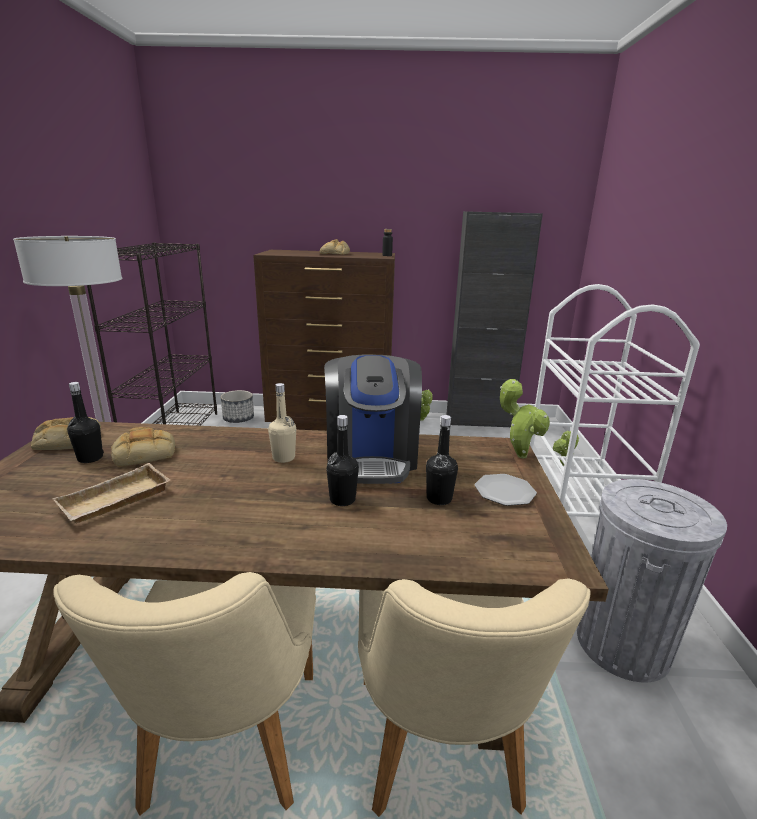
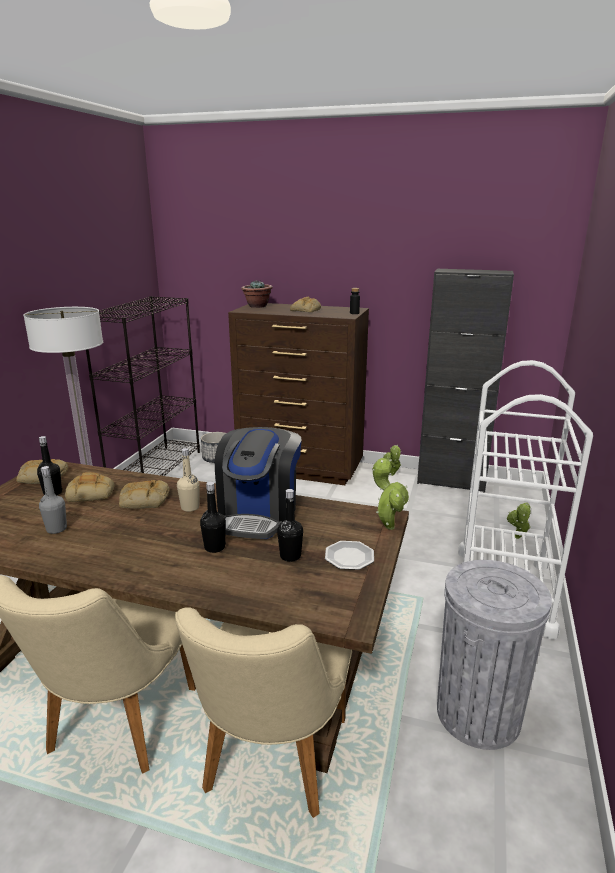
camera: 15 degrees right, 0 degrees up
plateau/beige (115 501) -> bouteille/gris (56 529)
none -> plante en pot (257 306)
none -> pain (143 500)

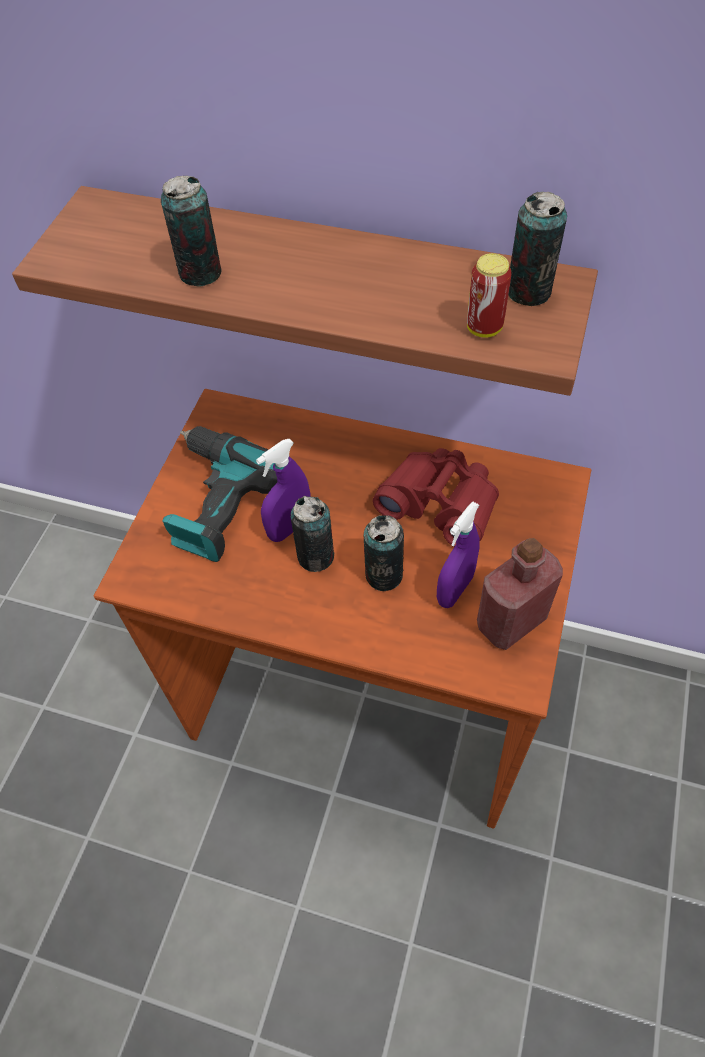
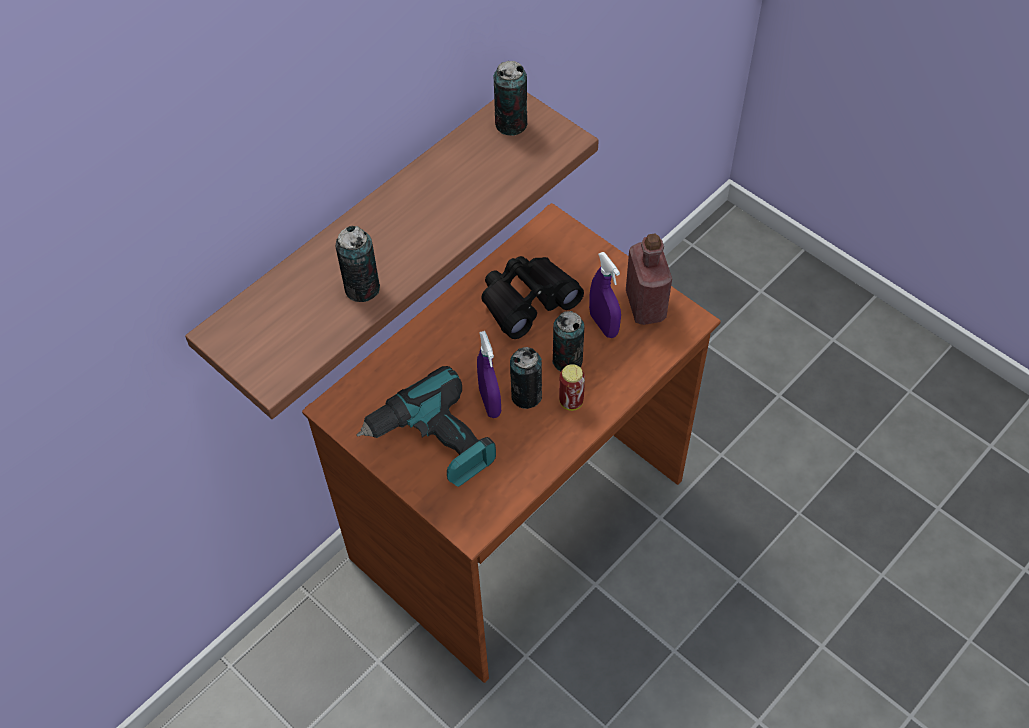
camera: 65 degrees left, 0 degrees up
boîte métallique (484 328) -> boîte métallique (571 402), shifted
jumelles/rouge (440 504) -> jumelles/noir (527 301)

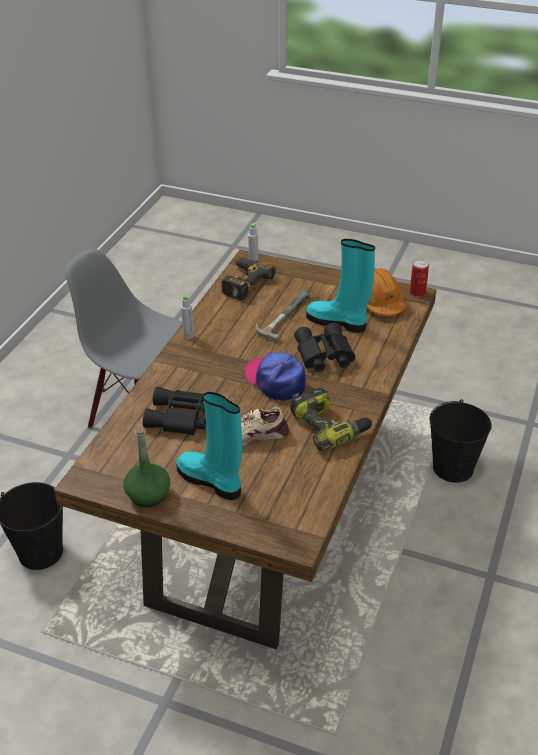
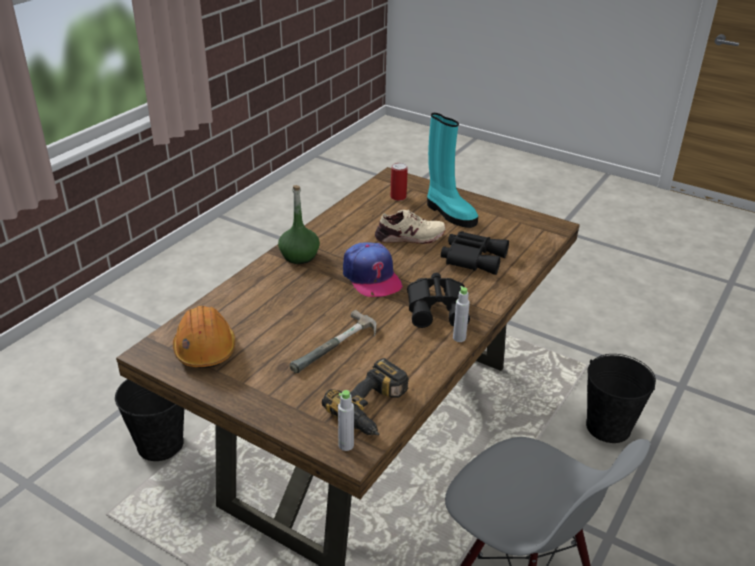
camera: 170 degrees left, 5 degrees down
botte/turquoise (338 322) -> none
boîte métallique (417 292) -> boîte métallique (398 197), shifted
jumelles/noir (323 355) -> jumelles/noir (438 308), shifted
perceuse (330 426) -> none
bouteille/vert (148 495) -> bouteille/vert (299 256), shifted

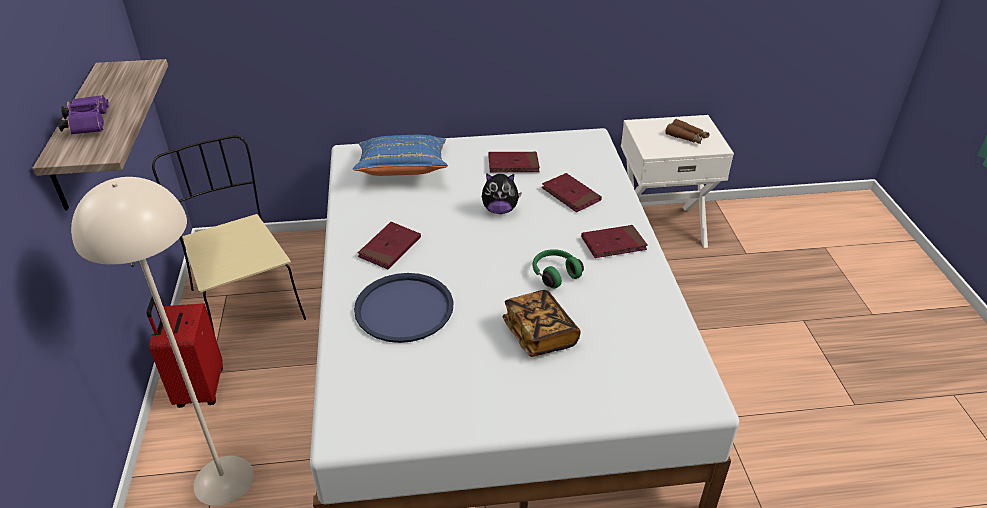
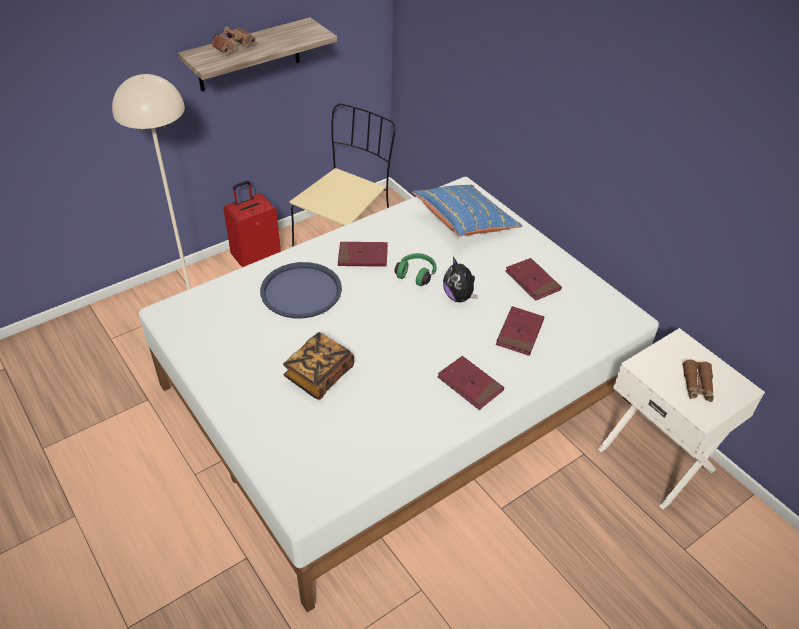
camera: 60 degrees right, 5 degrees up
jumelles/violet (89 124) -> jumelles/marron (234 47)
casque audio/vert (555 274) -> casque audio/vert (417 274), shifted

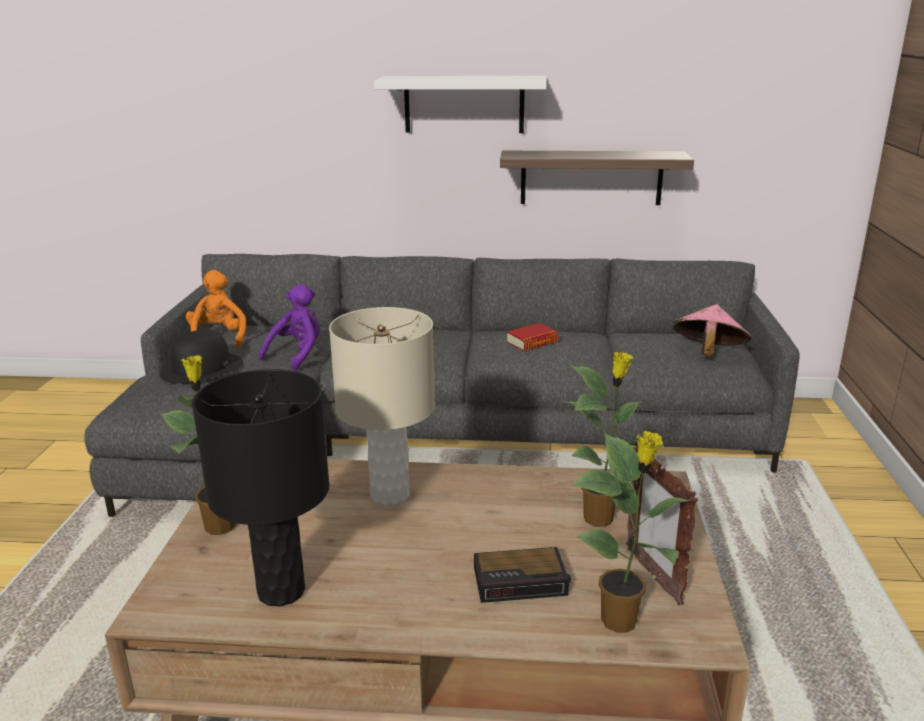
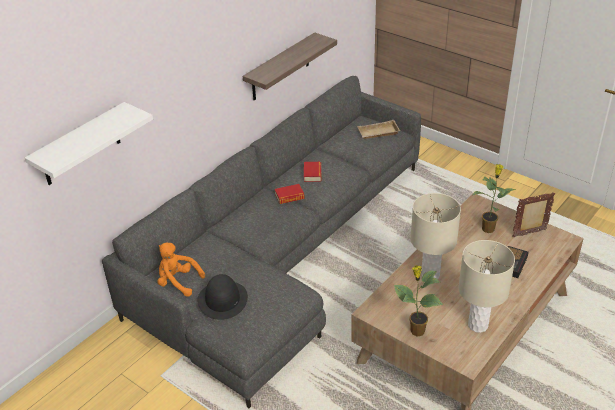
camera: 55 degrees left, 15 degrees up
étagère/blanc (464 104) -> étagère/blanc (80 145), shifted
peluche/violet (297 355) -> none
chapeau/rose (707 354) -> plateau/beige (378 133)
lampe de table/noir (281 590) -> lampe de table/beige (477 325)
plante en pot (621 621) -> none
cadre photo (653 575) -> cadre photo (529 233), 150 degrees clockwise
none -> livre (289 197)

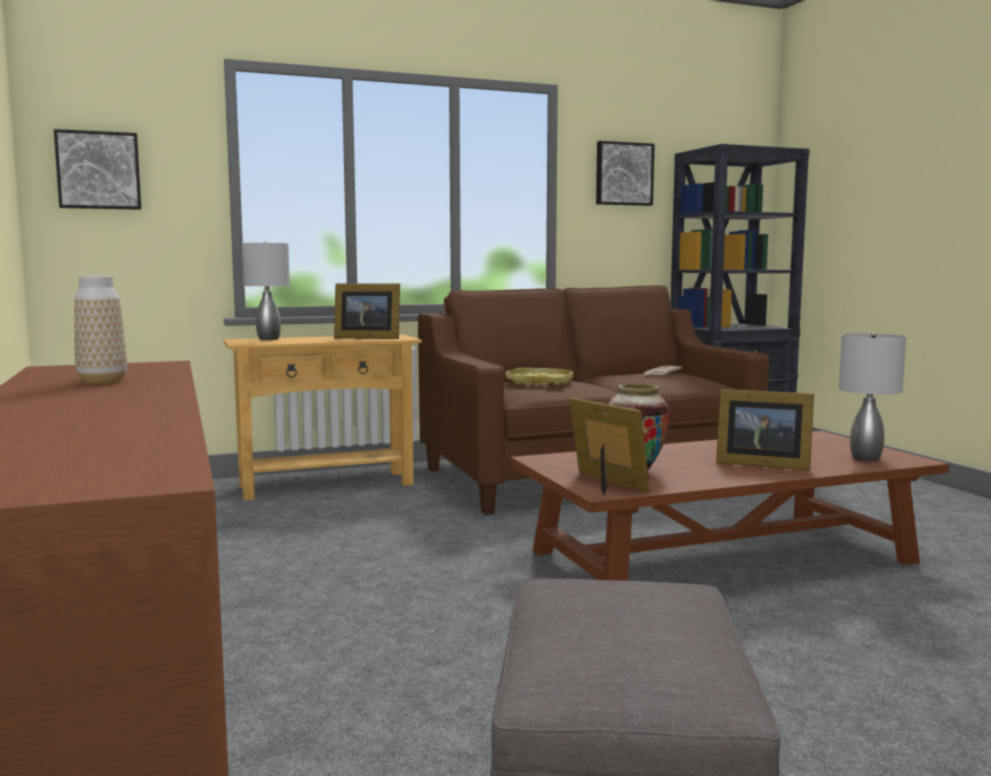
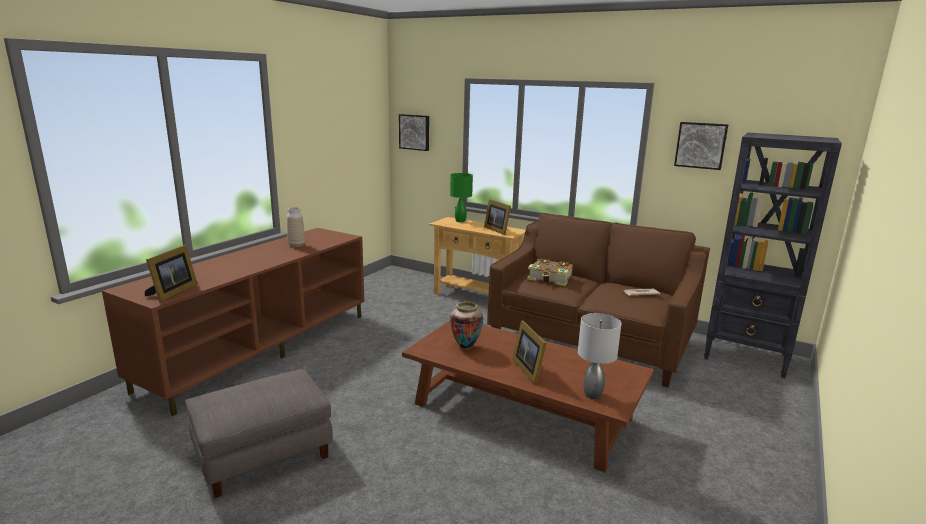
camera: 50 degrees right, 10 degrees up
lampe de table/gris (269 339) -> lampe de table/vert (460 221)
plateau/jaune (539 382) -> livre (550 279)
cadre photo (605 484) -> cadre photo (172 293), shifted

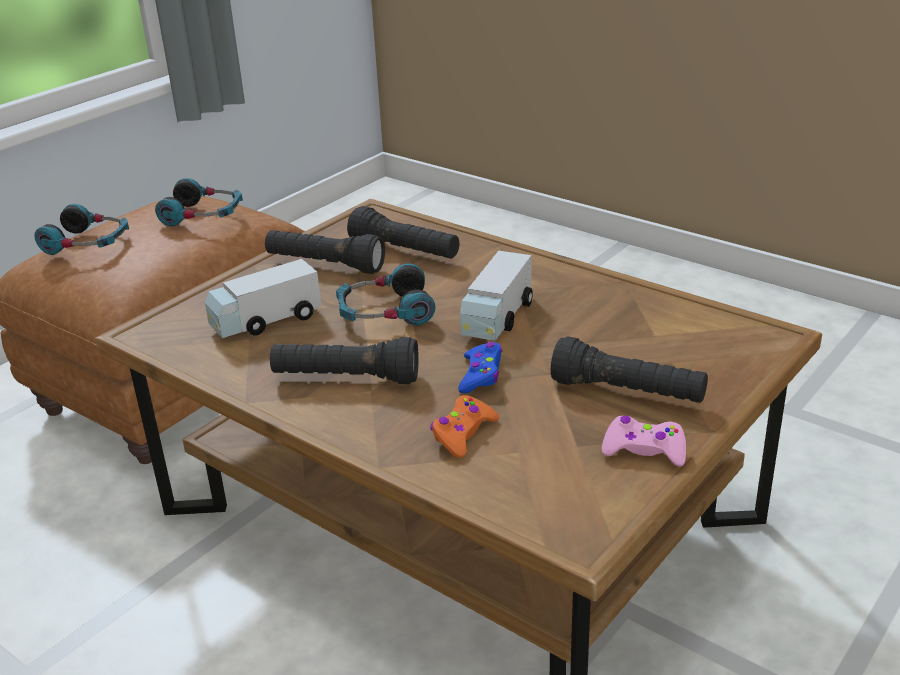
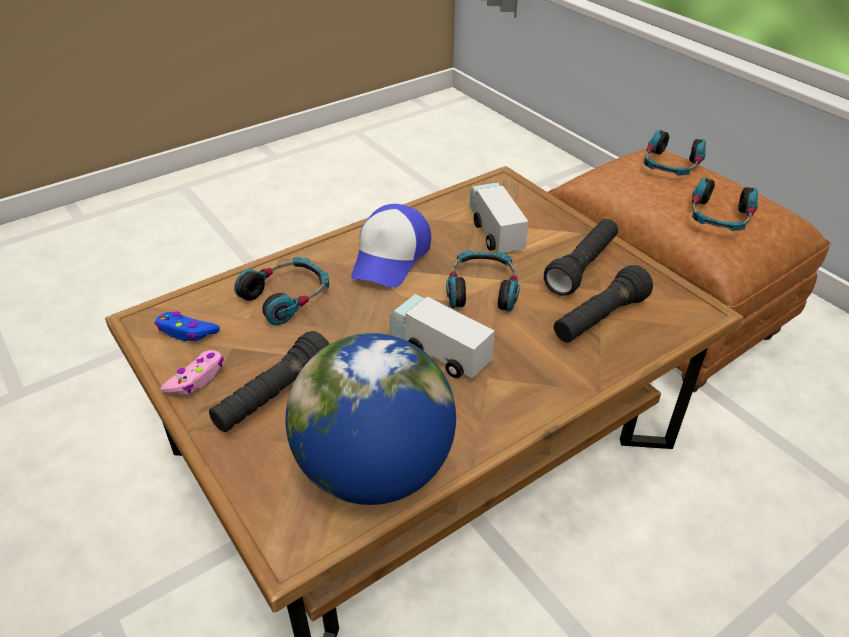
camera: 105 degrees right, 10 degrees up
lampe de poche/noir (346 379) -> casquette (391 257)
manette/bleu (481 375) -> manette/bleu (187 332), shifted
manette/orange (463 433) -> casque audio (287 297)
none -> globe (375 469)

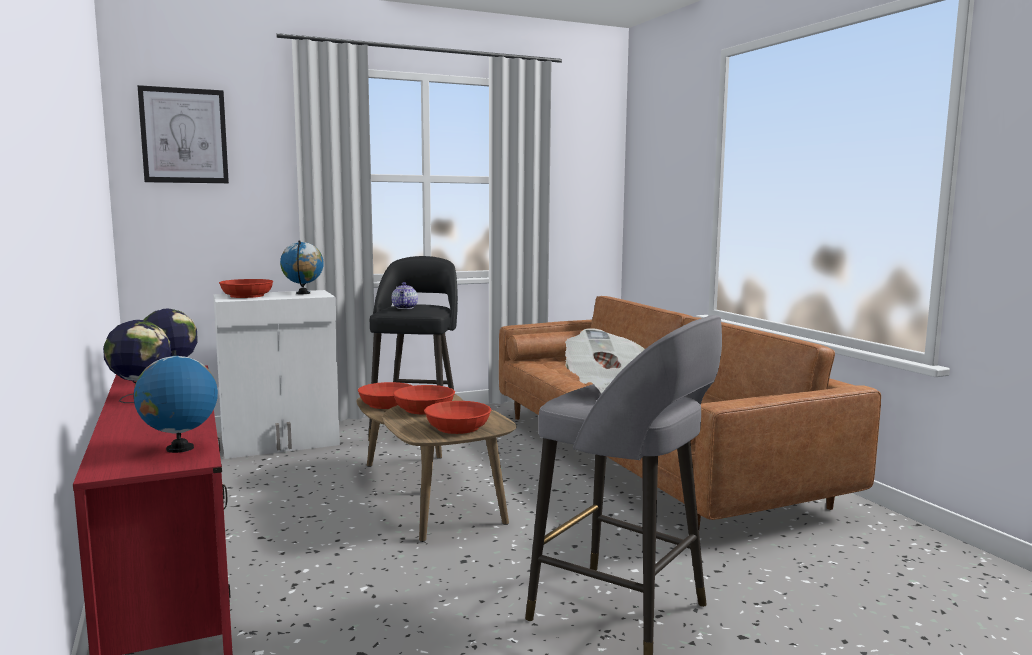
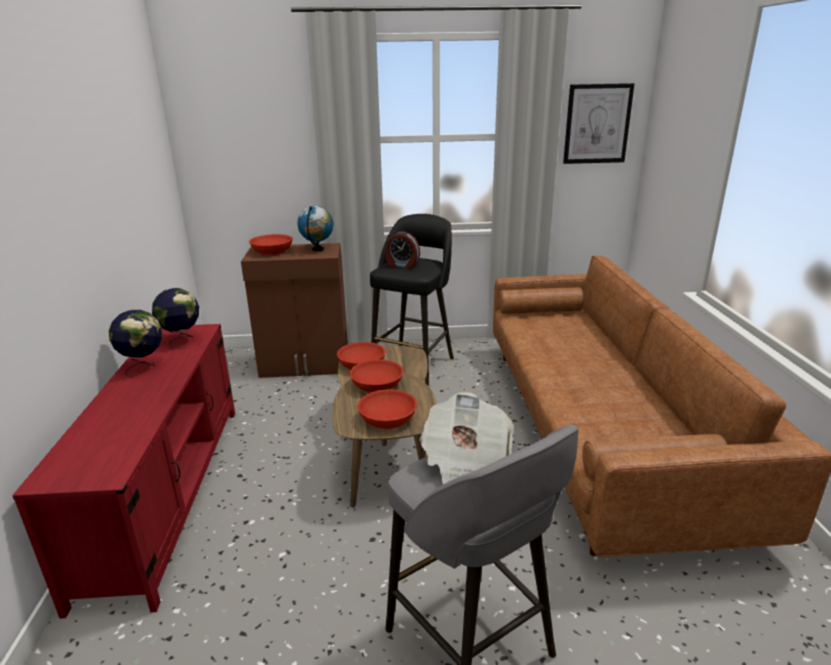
camera: 20 degrees right, 15 degrees up
tableau (184 136) -> tableau (597 124), shifted
théière (405 308) -> réveil (402 265)
meuble de rangement/blanc (281 443) -> meuble de rangement/marron (305 365)
globe (179 449) -> none

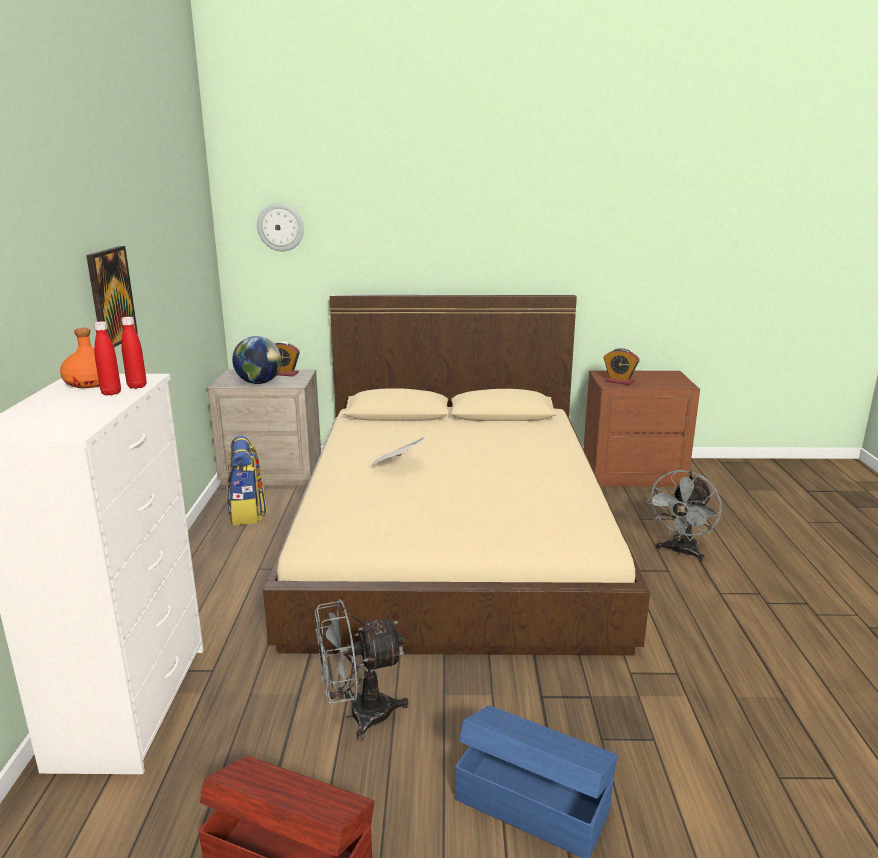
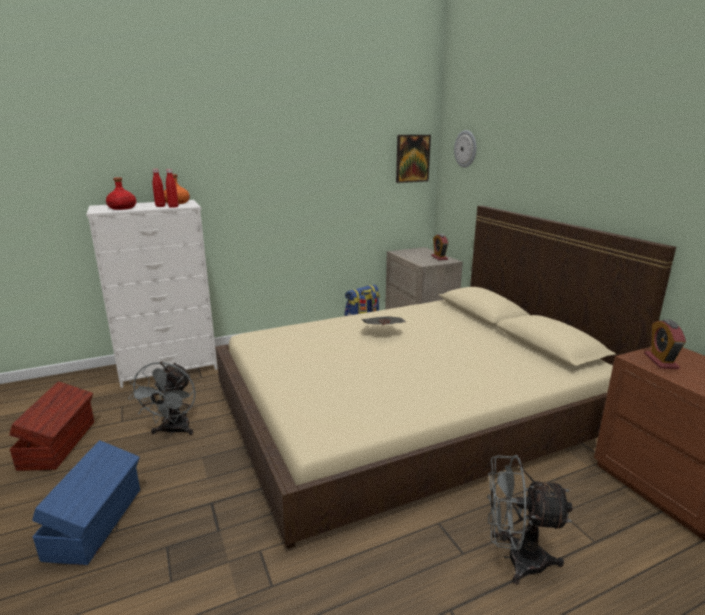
camera: 65 degrees right, 0 degrees up
tableau (110 297) -> tableau (412 158), shifted
globe (259 382) -> none
ventilateur/gris (359 715) -> ventilateur/gris (173 431), 135 degrees counterclockwise
none -> bouteille/rouge (122 208)

